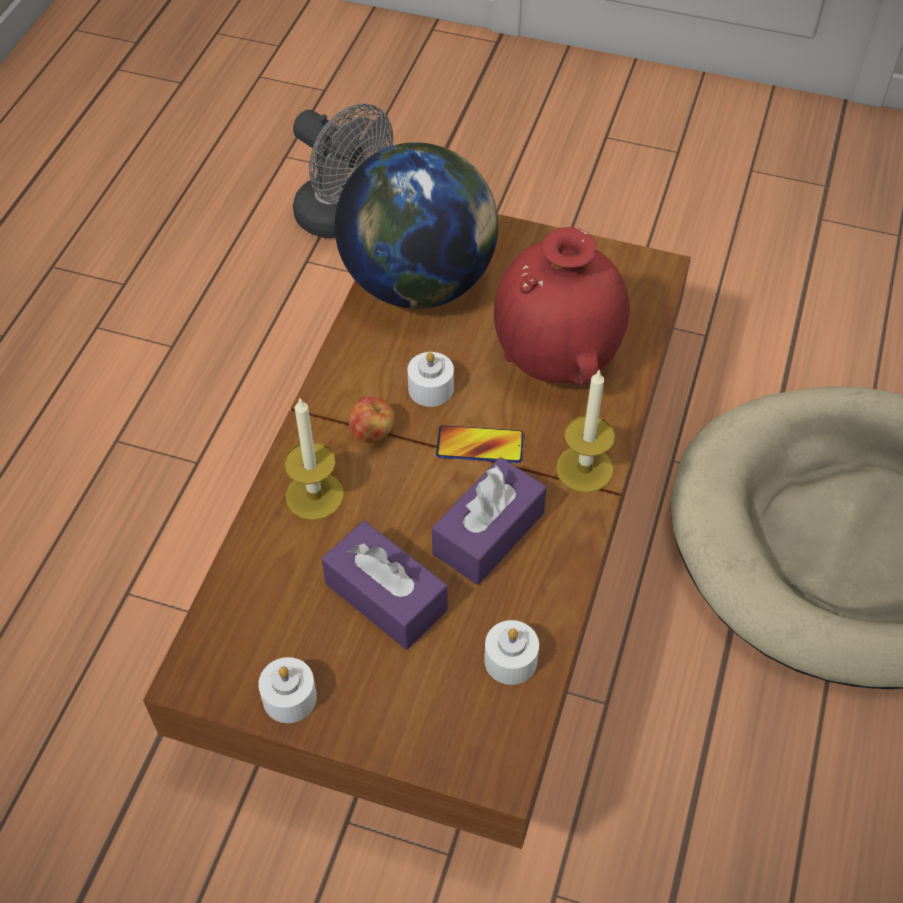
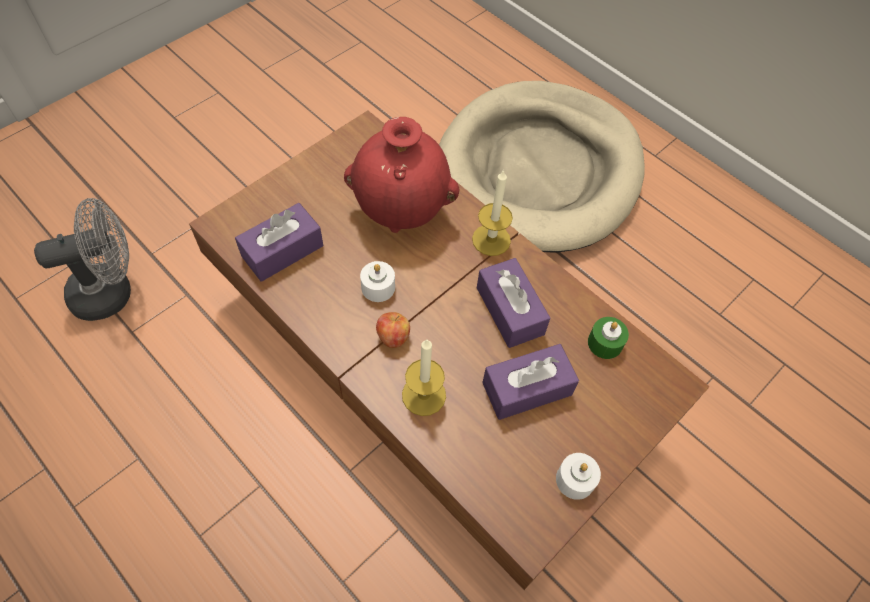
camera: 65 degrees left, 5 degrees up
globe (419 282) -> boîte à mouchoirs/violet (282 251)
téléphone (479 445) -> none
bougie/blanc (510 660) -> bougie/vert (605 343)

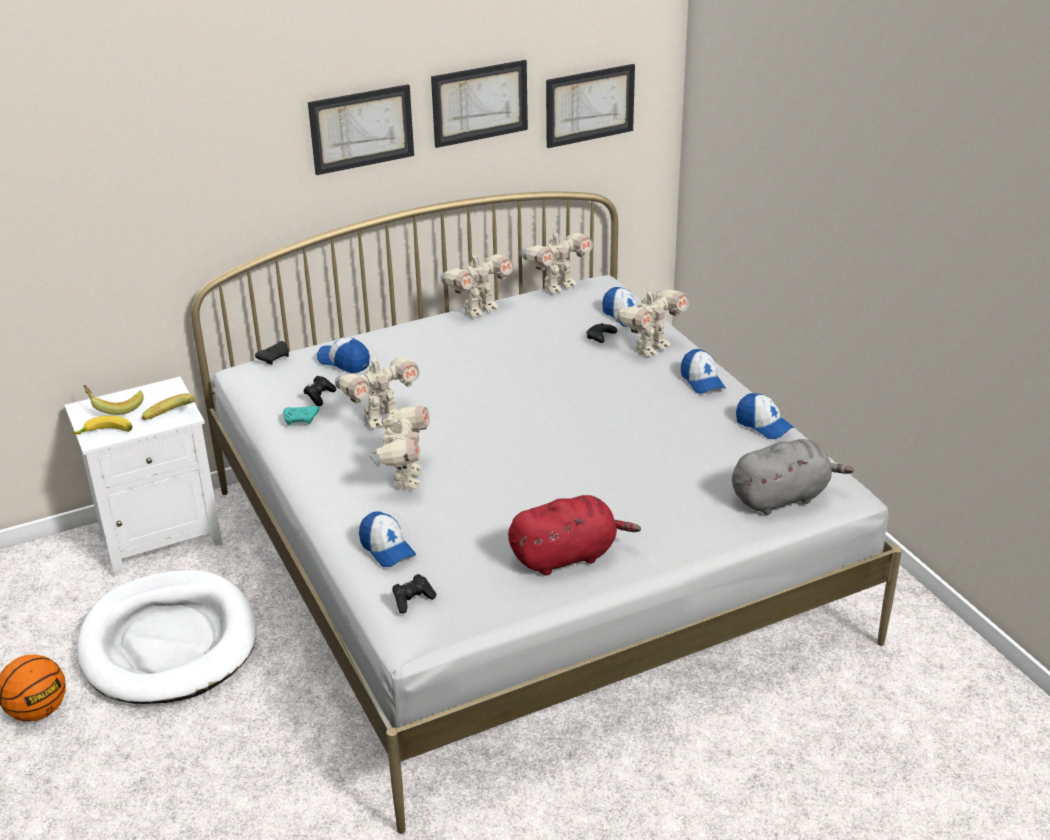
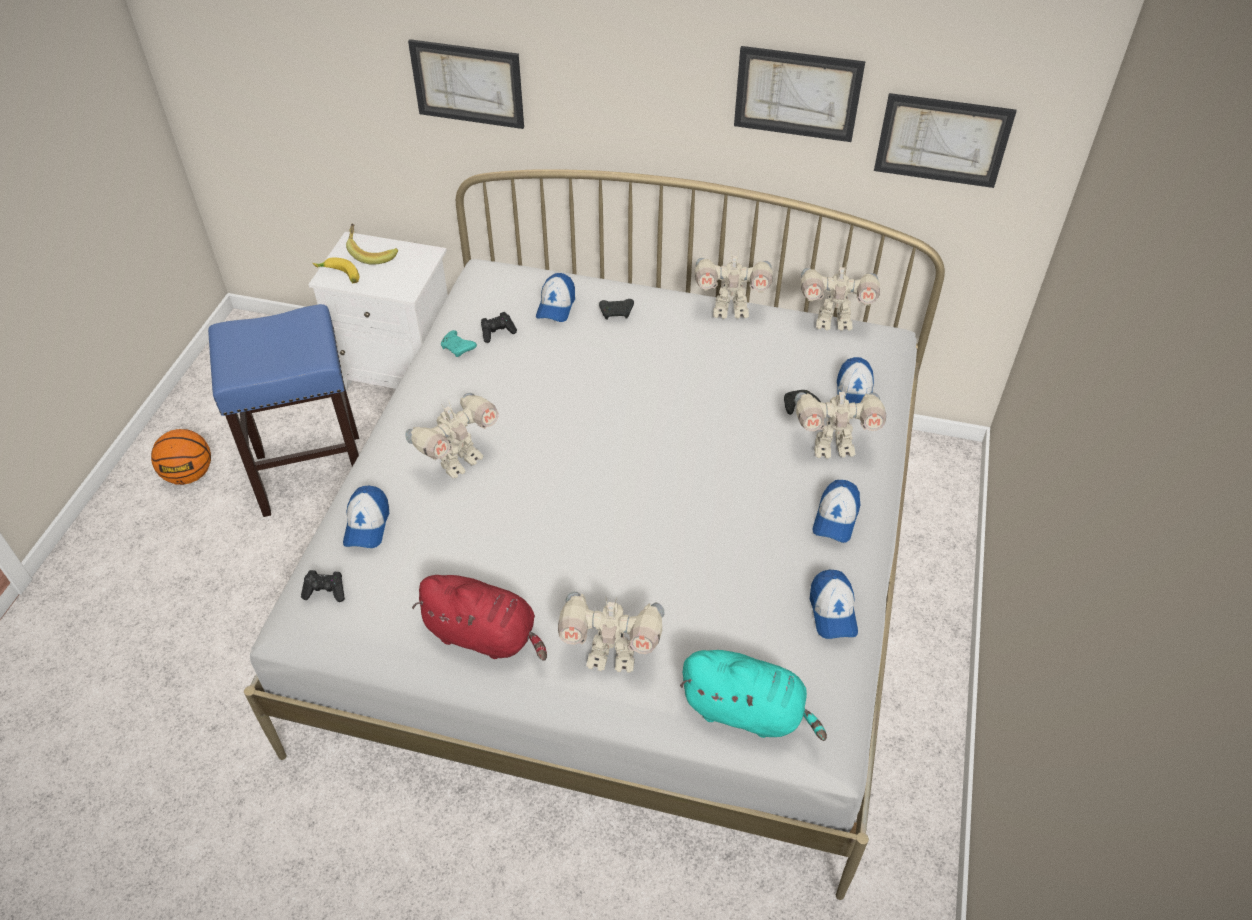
camera: 40 degrees right, 15 degrees up
tableau (361 129) -> tableau (468 83), shifted
casquette (344 362) -> casquette (556 306), 150 degrees counterclockwise
manette/noir (275 357) -> manette/noir (617 313), shifted
robot jouet (381 418) -> robot jouet (611 656), shifted
banane (173 419) -> none
peluche/gris (782 497) -> peluche/turquoise (747 711)
panier pour chien/blanc (169 643) -> tabouret/bleu (314 473)

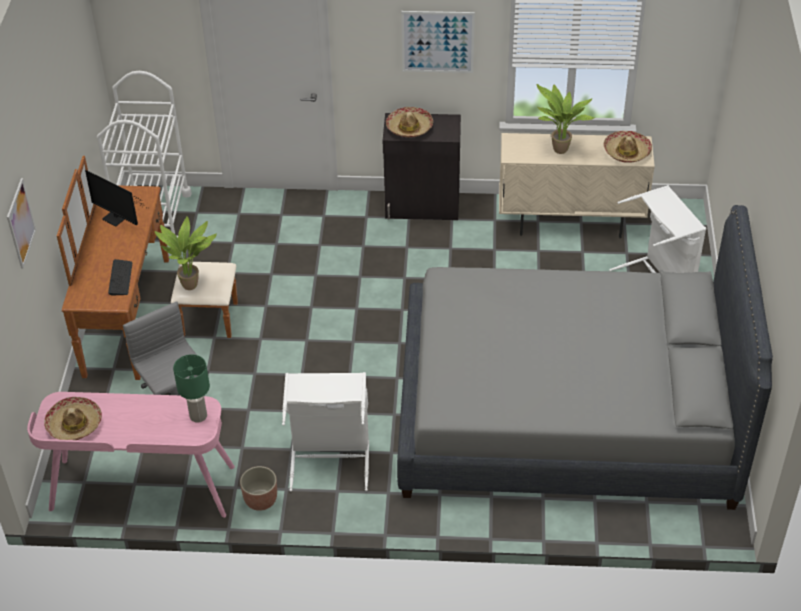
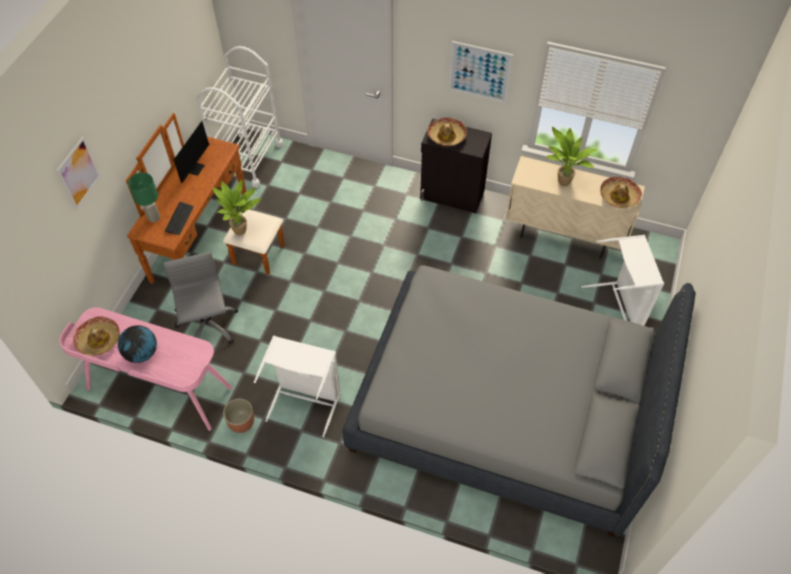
camera: 15 degrees right, 10 degrees up
écran d'ordinateur (117 219) -> écran d'ordinateur (196 166), 120 degrees counterclockwise
lampe de table/vert (198 416) -> lampe de table/vert (154 217), shifted
none -> globe (142 353)

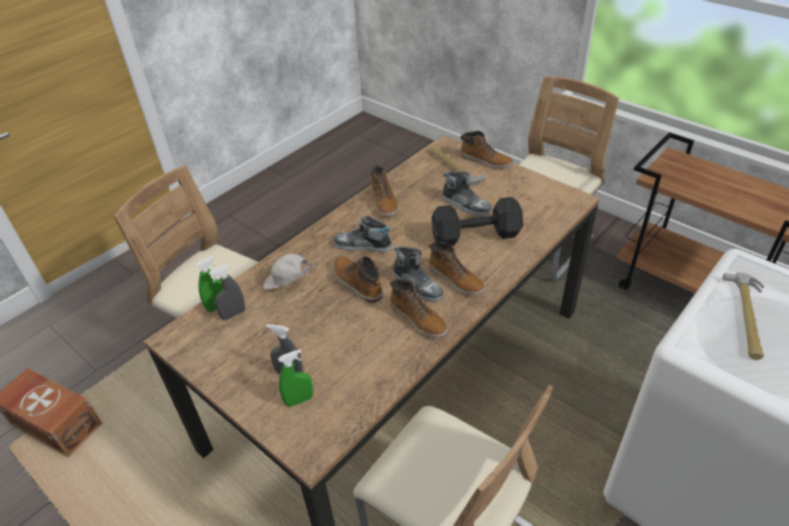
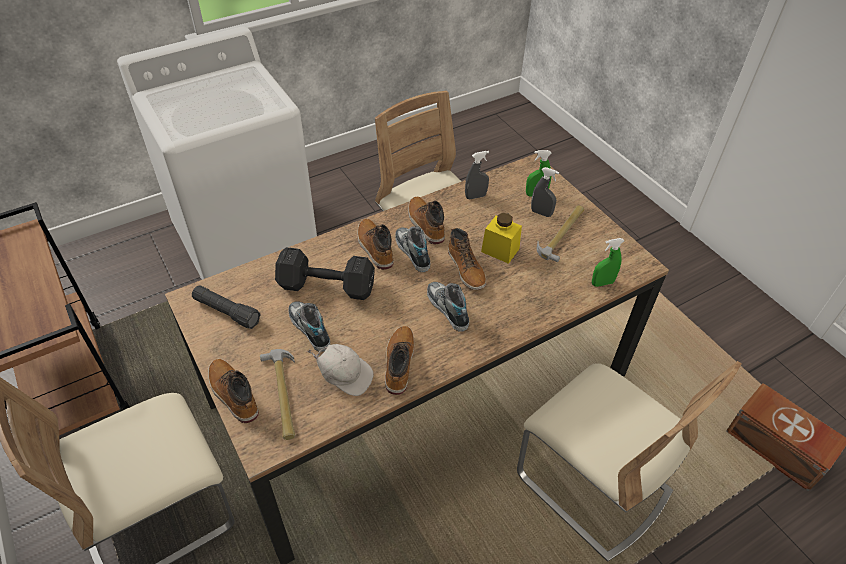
camera: 165 degrees left, 5 degrees up
chaussure (362 246) -> chaussure (447 309), 150 degrees counterclockwise
casquette/blanc (288 283) -> casquette/blanc (344 376), shifted
vaporisateur/gris (233 314) -> vaporisateur/gris (475 196), shifted
marteau (746 317) -> marteau (562 234), shifted
none -> bocal/jaune (500 250)
none -> lampe de poche/noir (227 312)

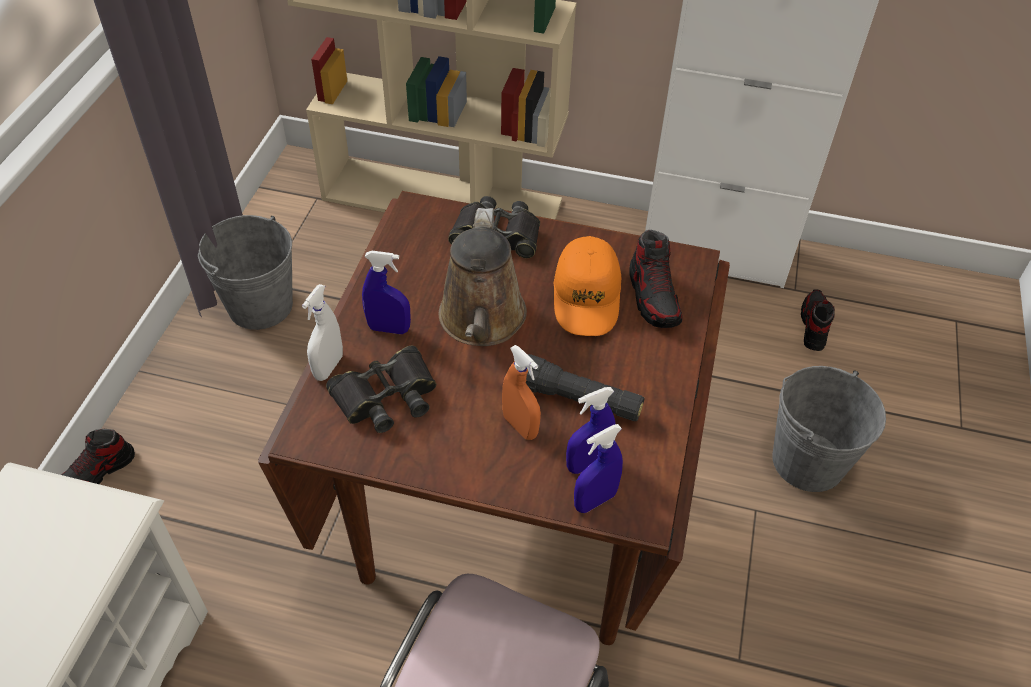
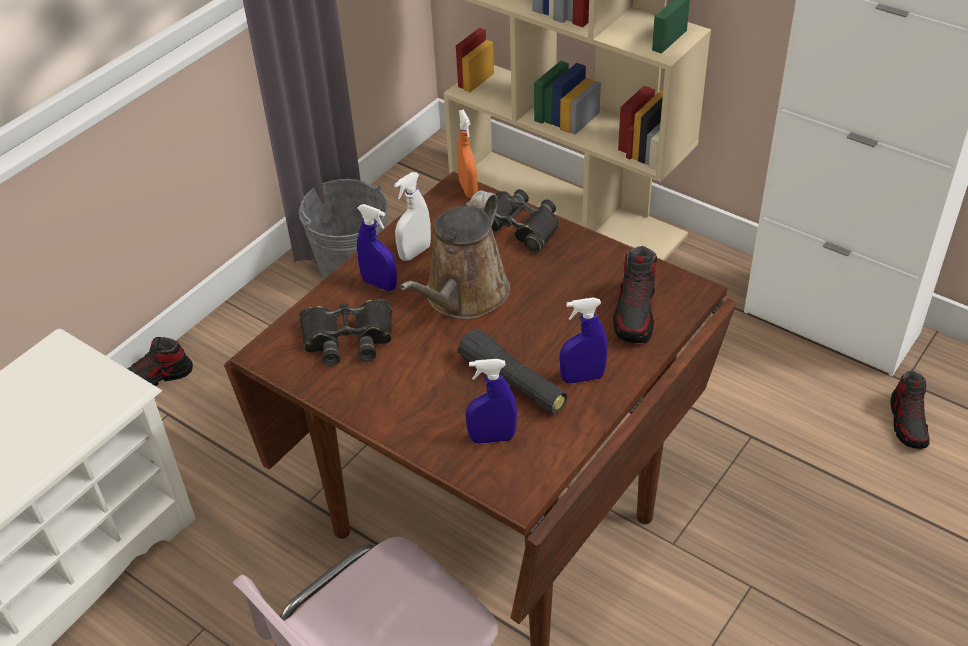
camera: 25 degrees right, 5 degrees down
casquette/orange (587 296) -> none
vaporisateur/blanc (328 367) -> vaporisateur/blanc (415 252), shifted
chaussure (813 325) -> chaussure (908 422), 150 degrees clockwise
vaporisateur/orange (520 426) -> vaporisateur/orange (468 189), shifted
seau/gris (808 461) -> none
vaporisateur/bleu (595 501) -> vaporisateur/bleu (582 378), shifted

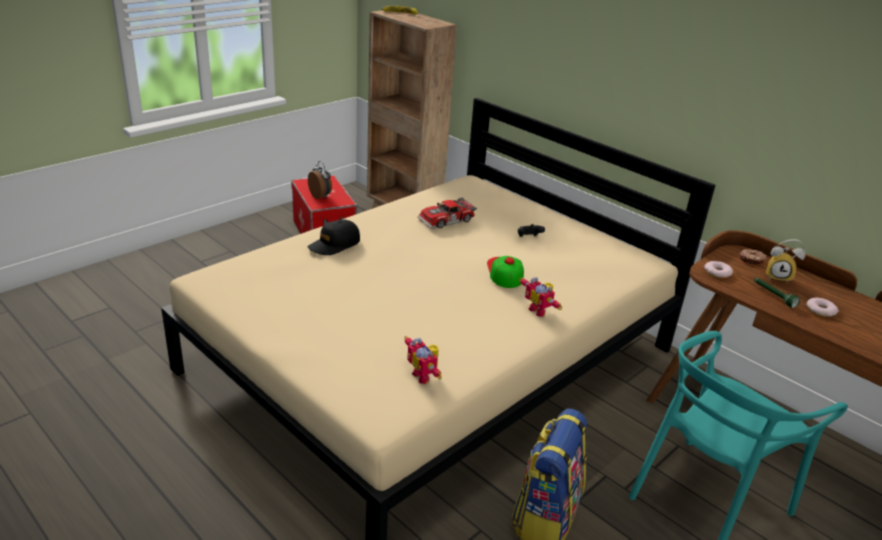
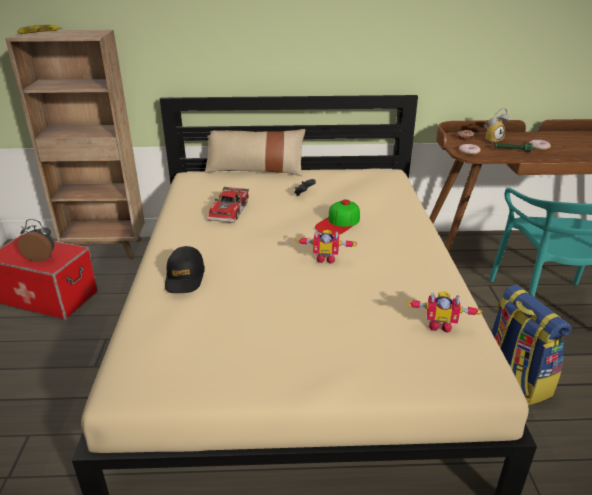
camera: 45 degrees left, 0 degrees up
casquette (505 272) -> casquette (338 223), 90 degrees counterclockwise
robot jouet (539 310) -> robot jouet (325 258), shifted
none -> coussin/beige (255 170)

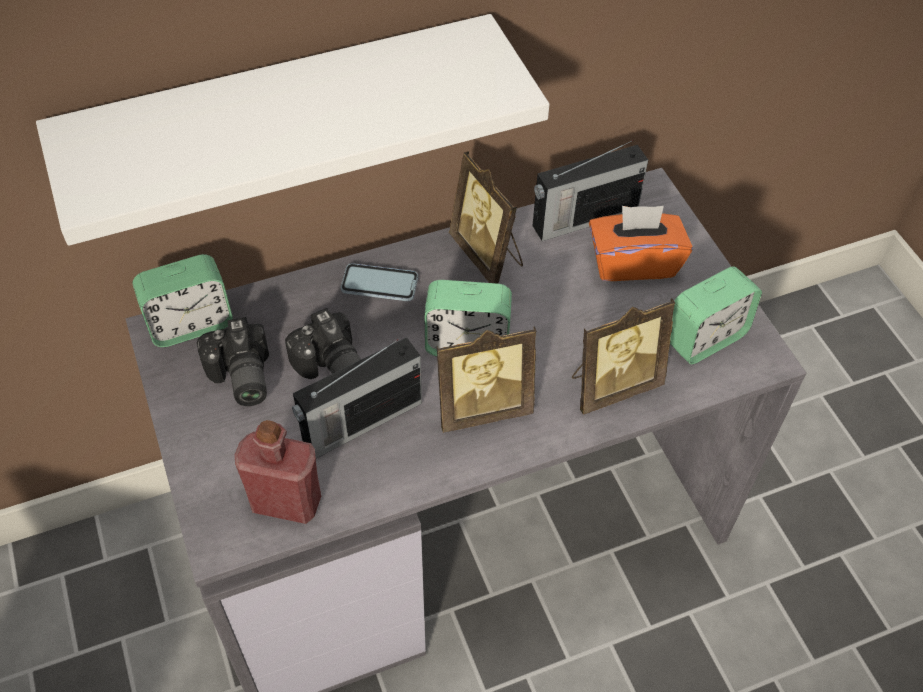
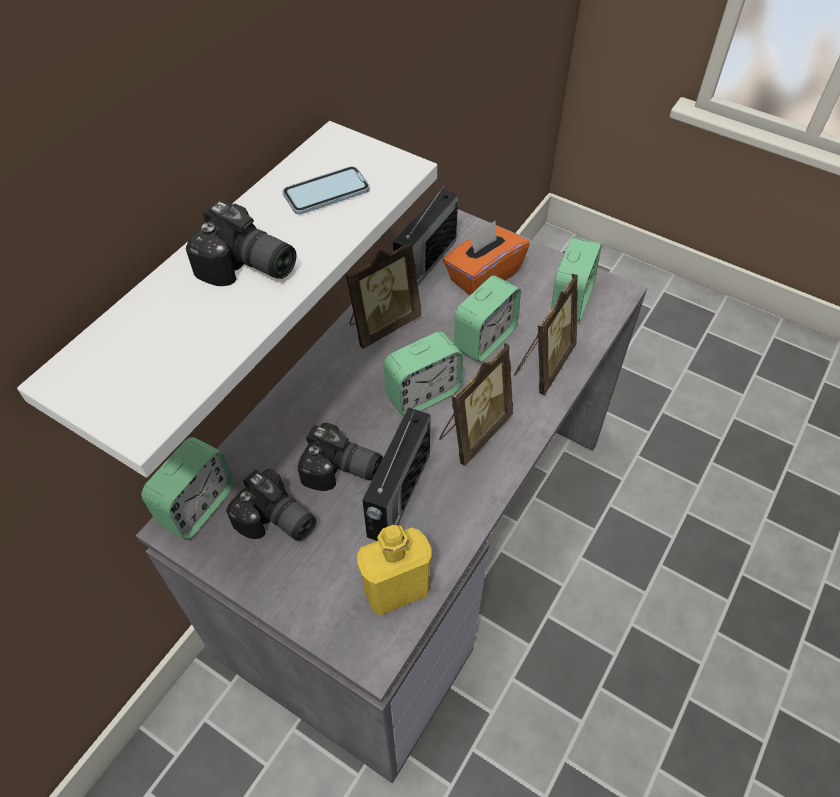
camera: 35 degrees left, 0 degrees up
cadre photo (488 255) -> cadre photo (382 324), 60 degrees counterclockwise
téléphone (379 284) -> téléphone (326 193), shifted
bouteille/rouge (286 502) -> bouteille/jaune (396 590)
none -> appareil photo (247 268)
none -> réveil (484 339)

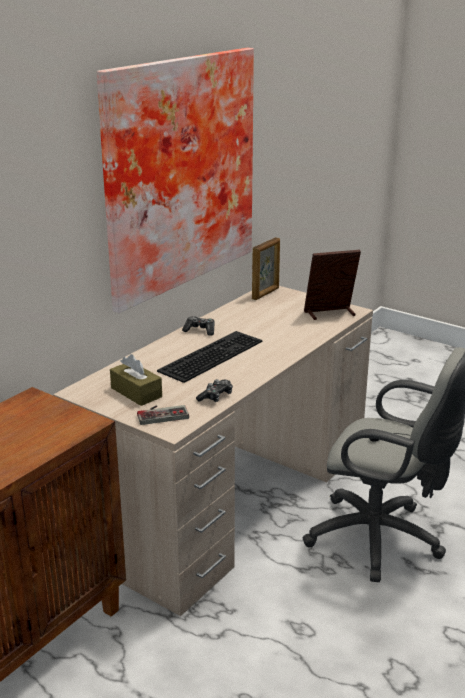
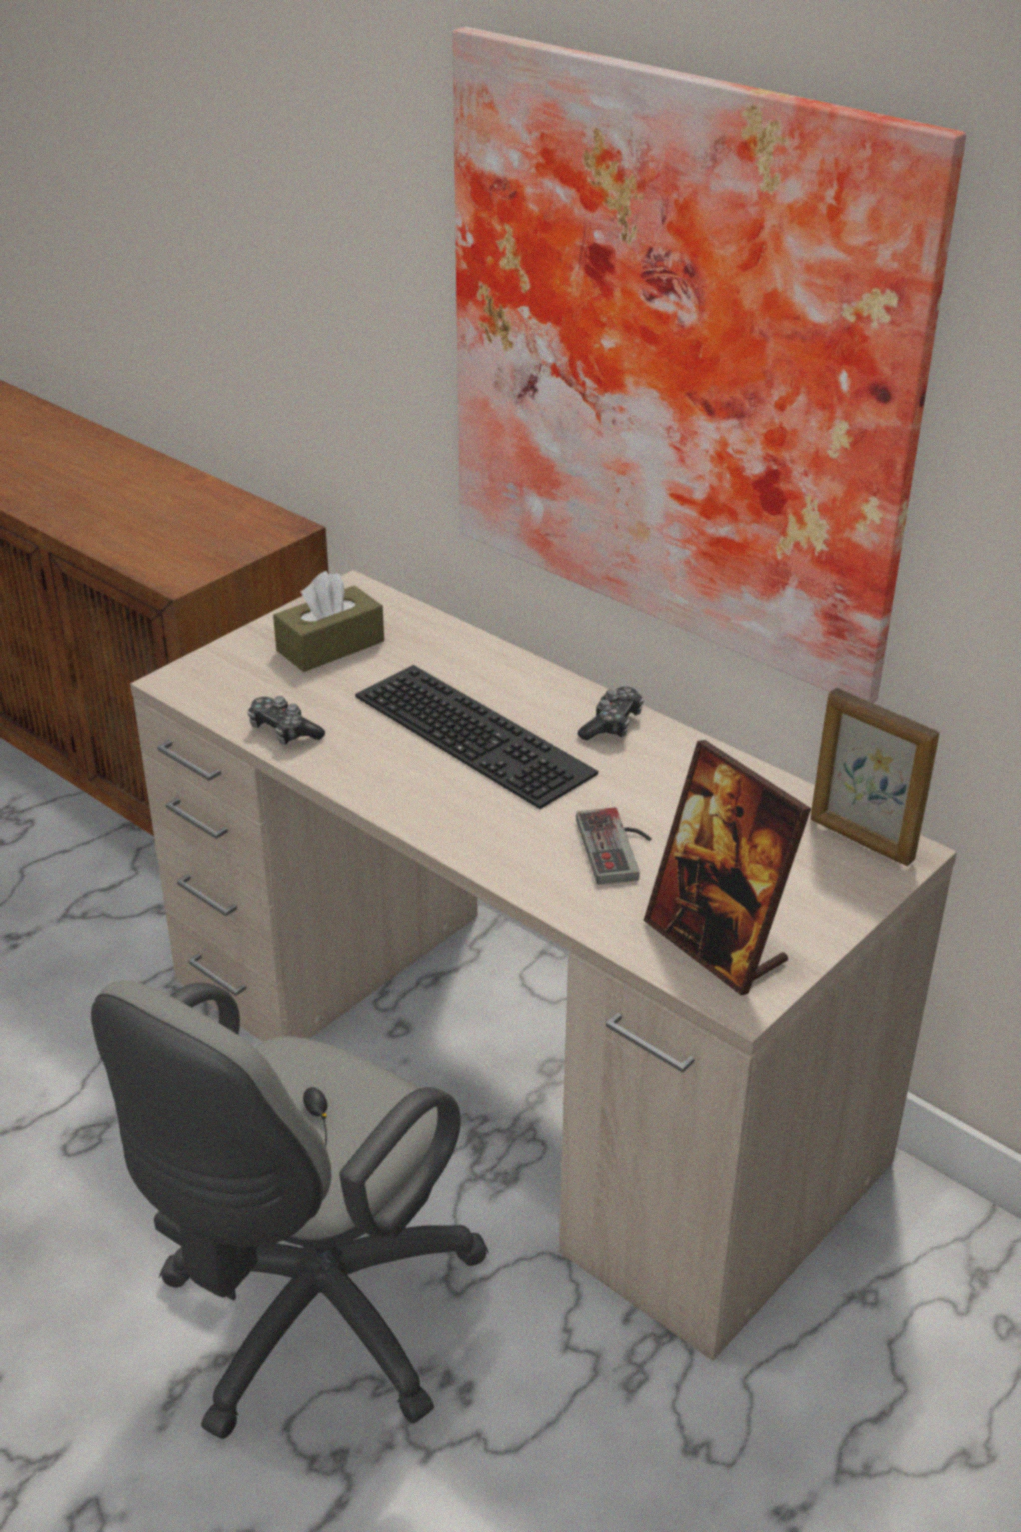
camera: 95 degrees right, 10 degrees up
cadre photo (330 313) -> cadre photo (716 944), 150 degrees clockwise
manette (162 414) -> manette (619 848), shifted

